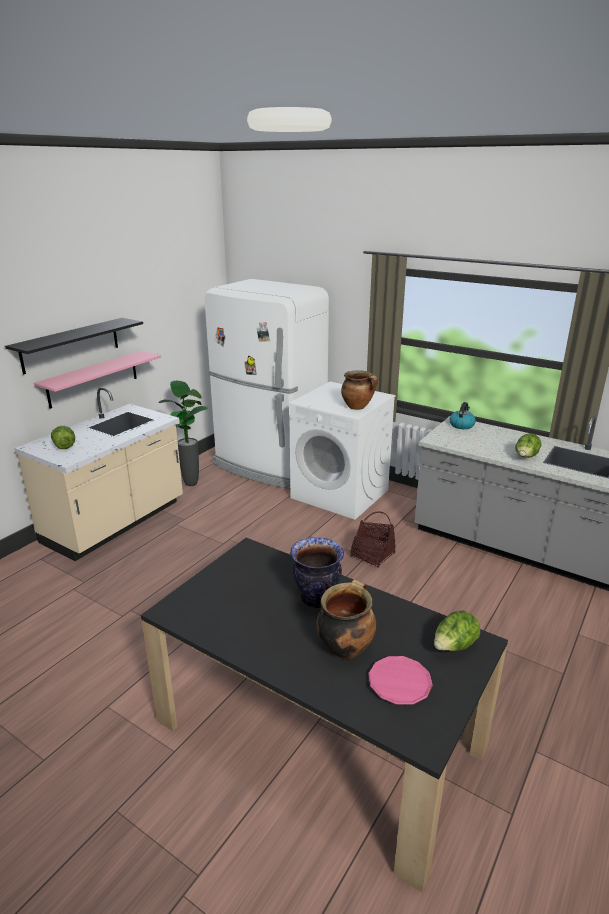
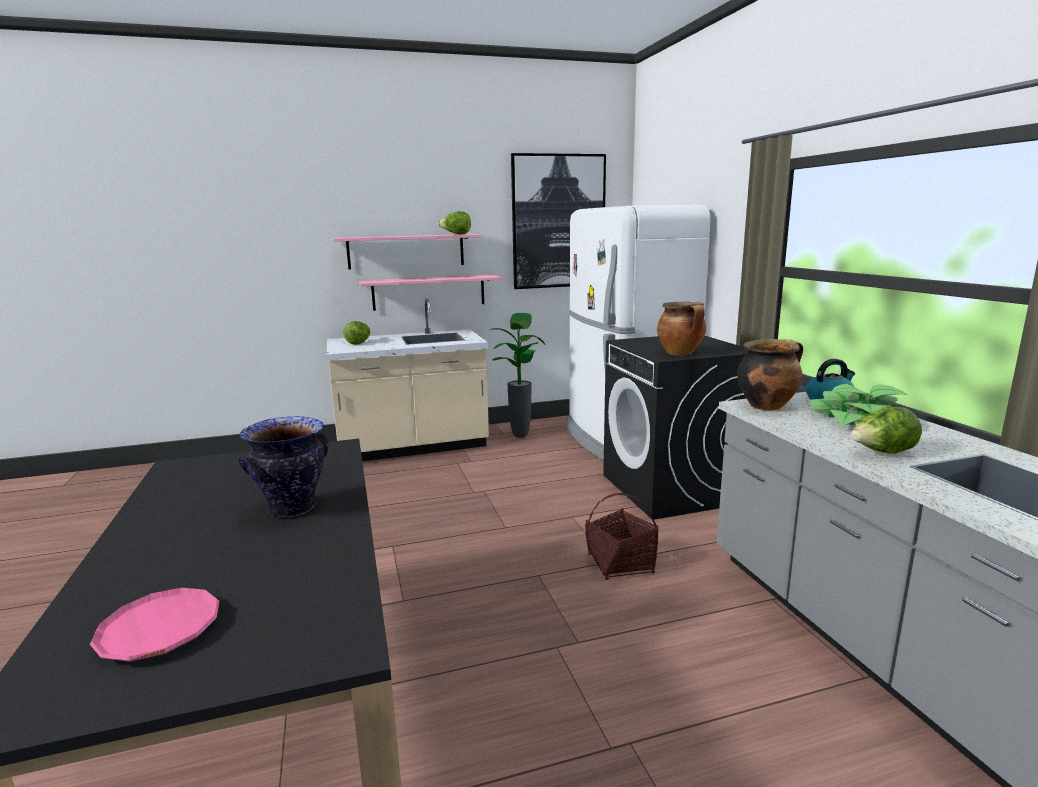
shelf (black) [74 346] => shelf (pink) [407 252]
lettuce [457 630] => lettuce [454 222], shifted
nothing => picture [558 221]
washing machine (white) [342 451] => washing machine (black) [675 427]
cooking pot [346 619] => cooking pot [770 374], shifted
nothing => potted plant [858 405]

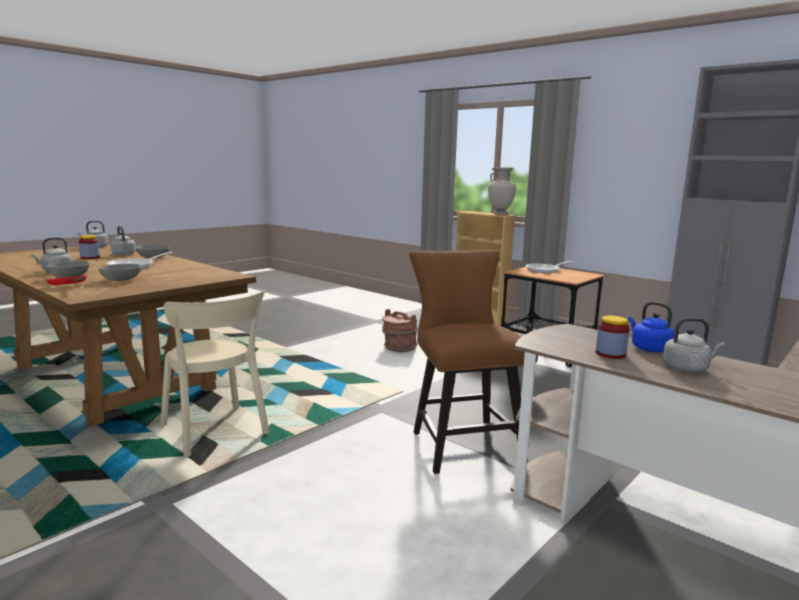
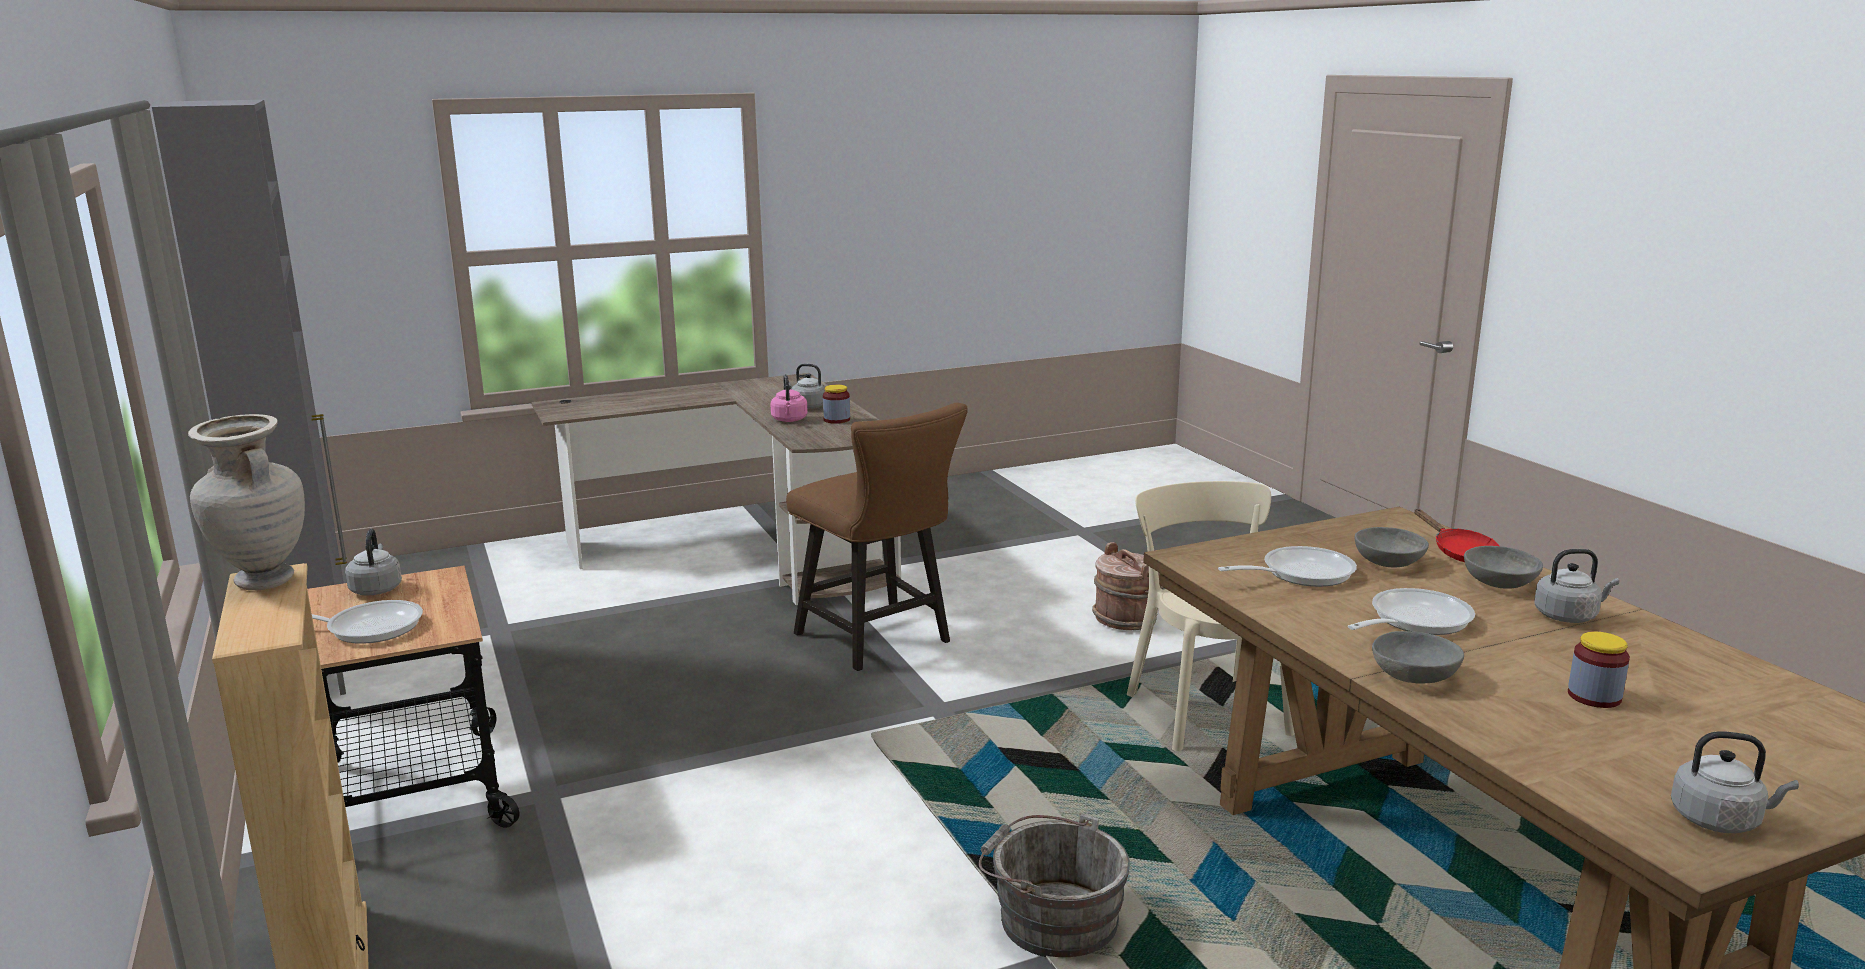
kettle (grey) [123 240] => kettle (grey) [373 562], shifted
kettle (blue) [651 327] => kettle (pink) [789 398]
chair (brown) [473 362] => chair (brown) [877 537], 45 degrees counterclockwise
nothing => bucket (grey) [1054 885]
bucket (brown) [400 330] => bucket (brown) [1128 586], shifted
nothing => frying pan [1287 566]

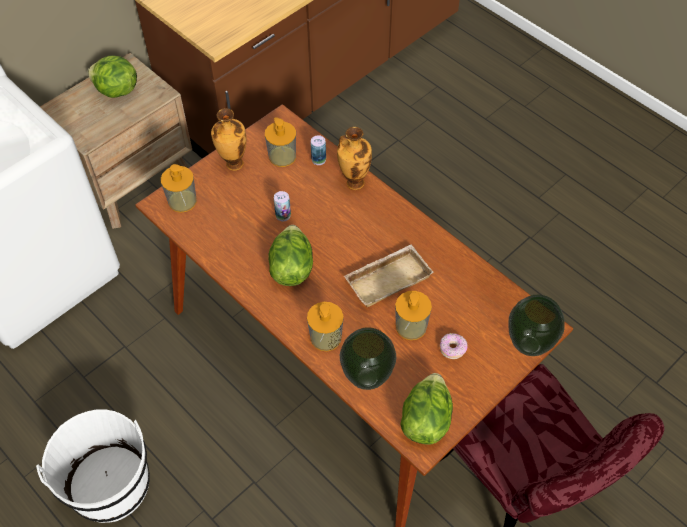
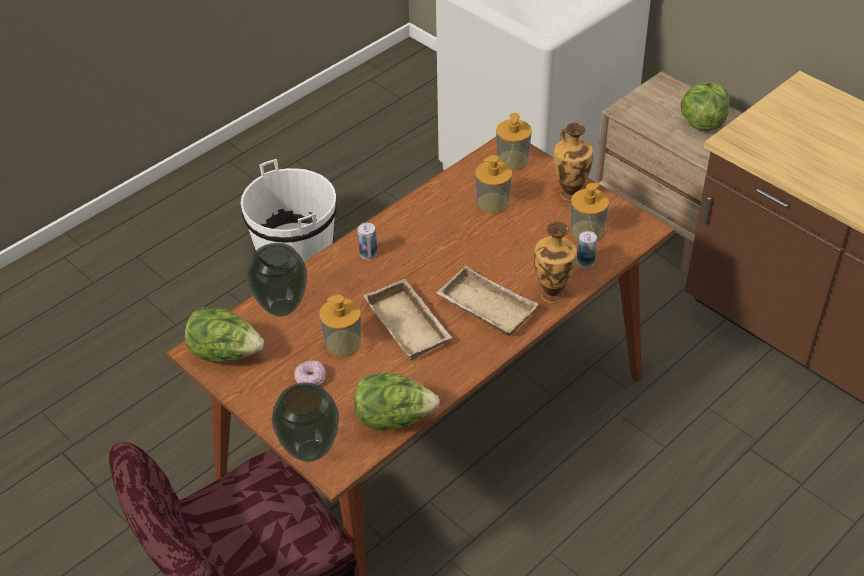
lettuce [290 255] => lettuce [397 401], shifted
can [282 206] => can [367 241], shifted
nothing => tray (beige) [487 301]
soap dispenser [325 326] => soap dispenser [493 184], shifted

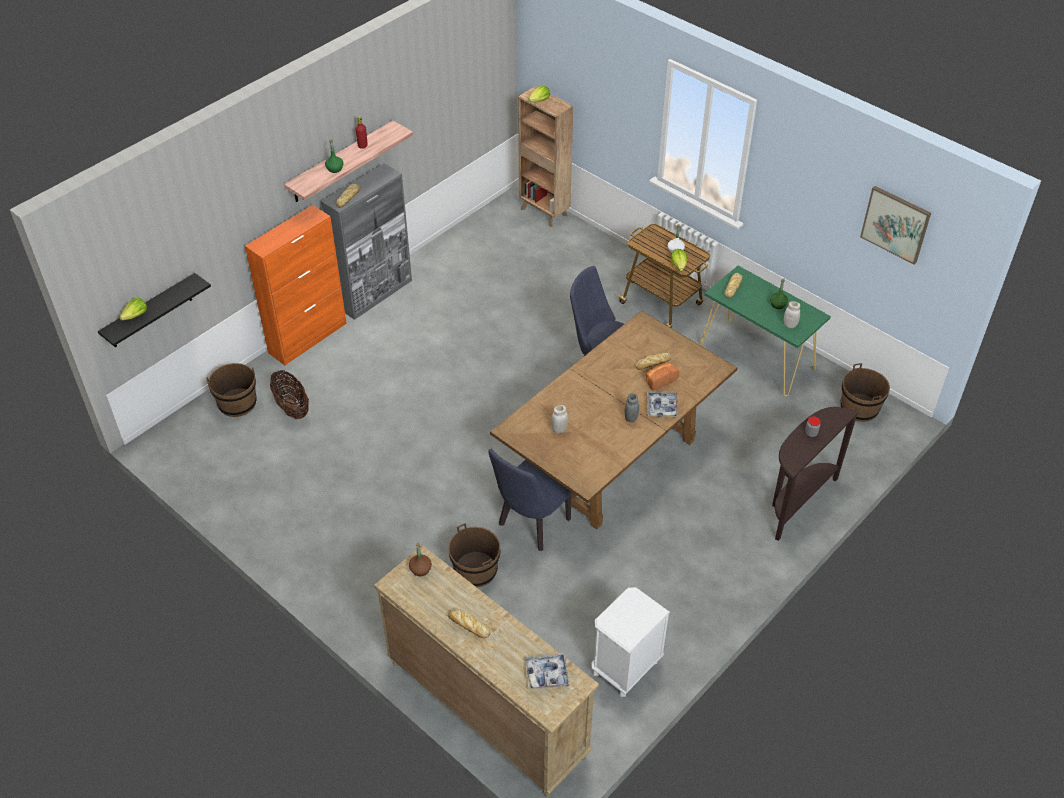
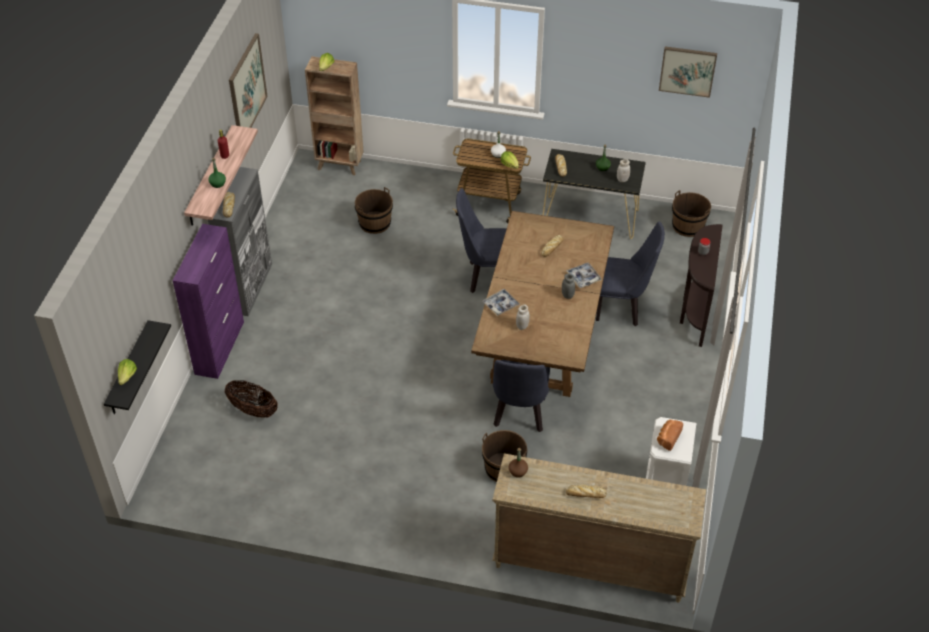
cabinet (orange) [296 285] => cabinet (purple) [208 301]
nothing => picture [248 80]
bucket (brown) [231 390] => bucket (brown) [374 210], shifted
tray [547 671] => tray [501 302], shifted
console table (green) [765 331] => console table (black) [594 194]
nothing => chair (blue) [630 273]
bread [662 376] => bread [670 435], shifted

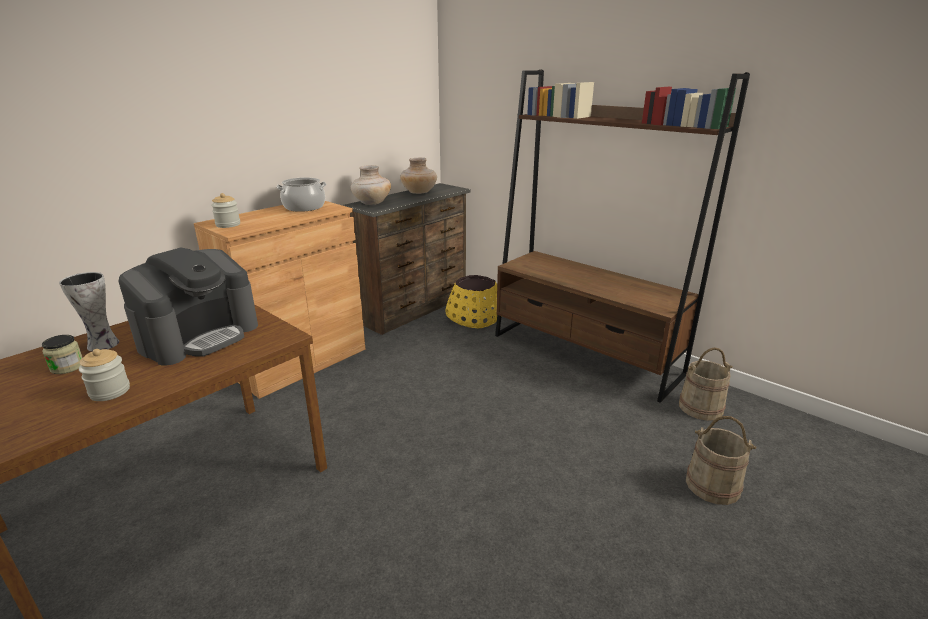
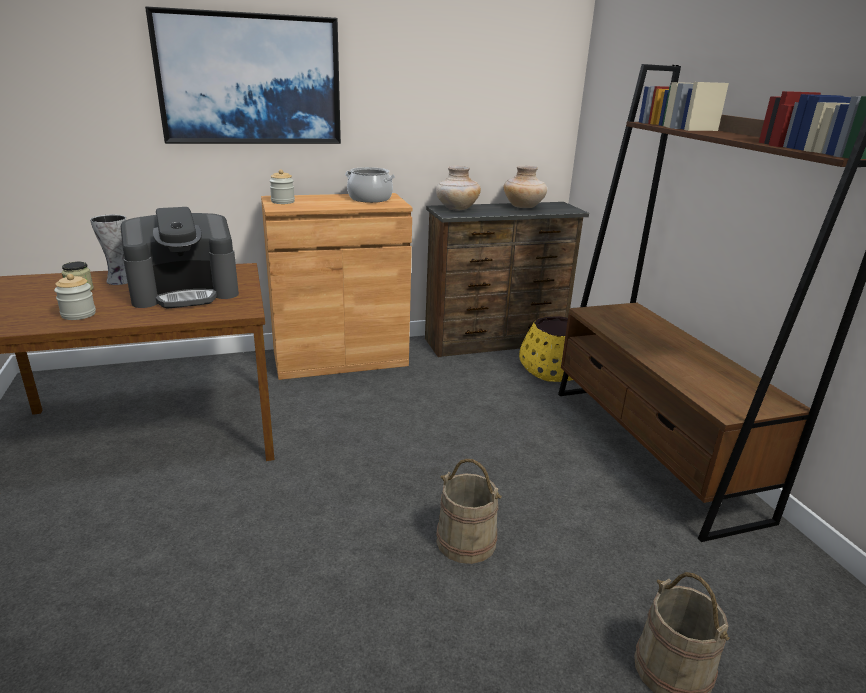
nothing => picture [243 75]
bucket (beige) [706 384] => bucket (beige) [469 511], shifted

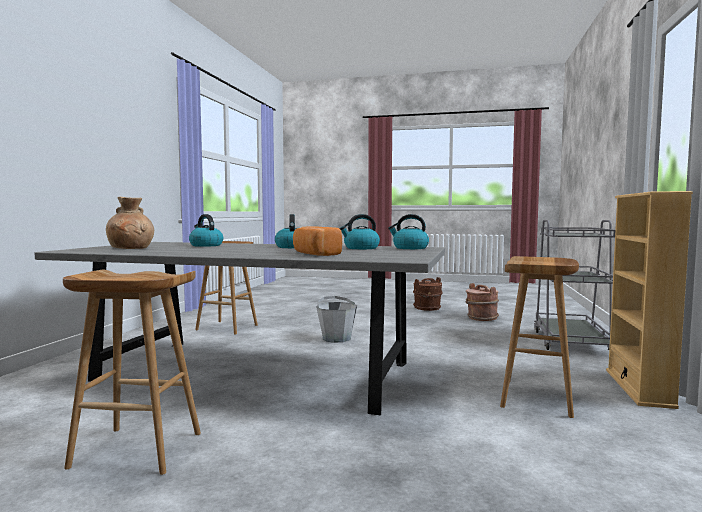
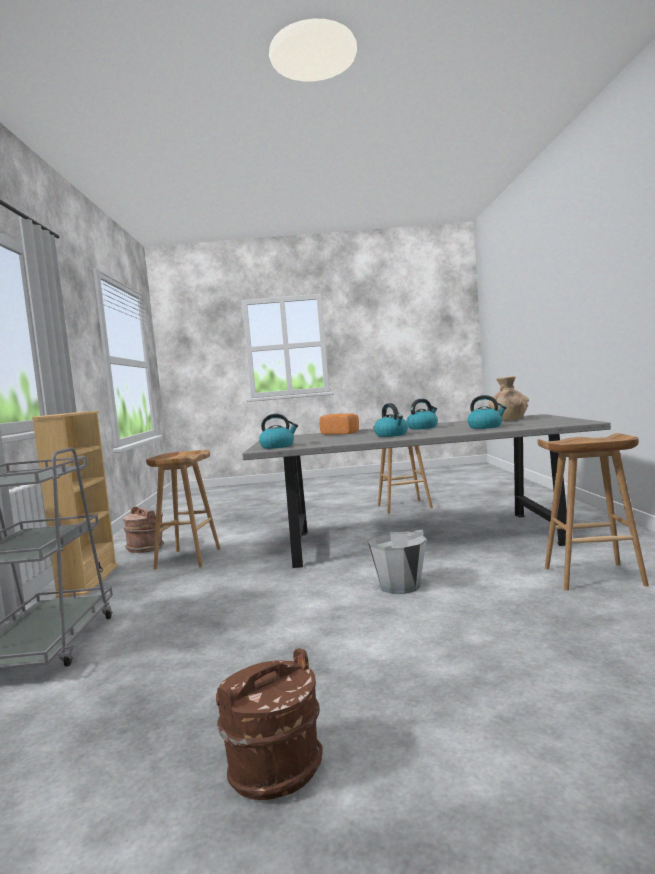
bucket (brown) [482 302] => bucket (brown) [143 530], shifted
kettle [359 231] => kettle [422 414], shifted

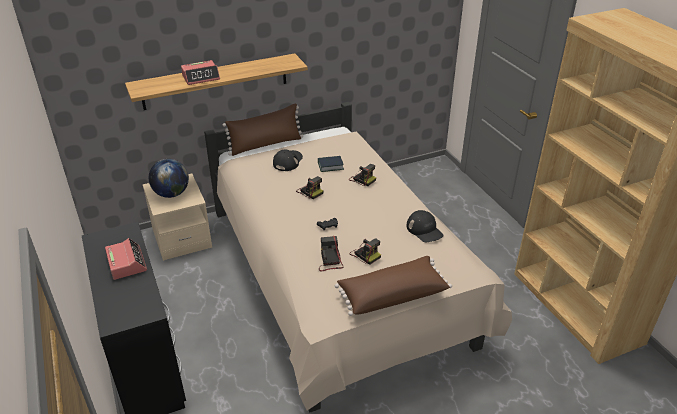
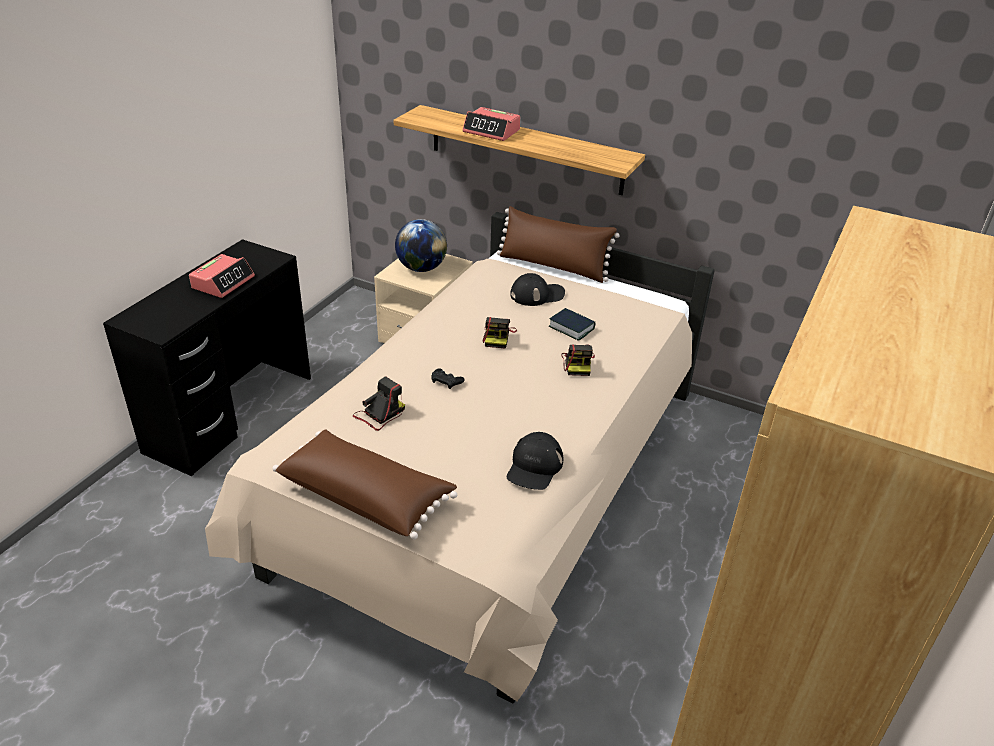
photo camera [365 251] => nothing

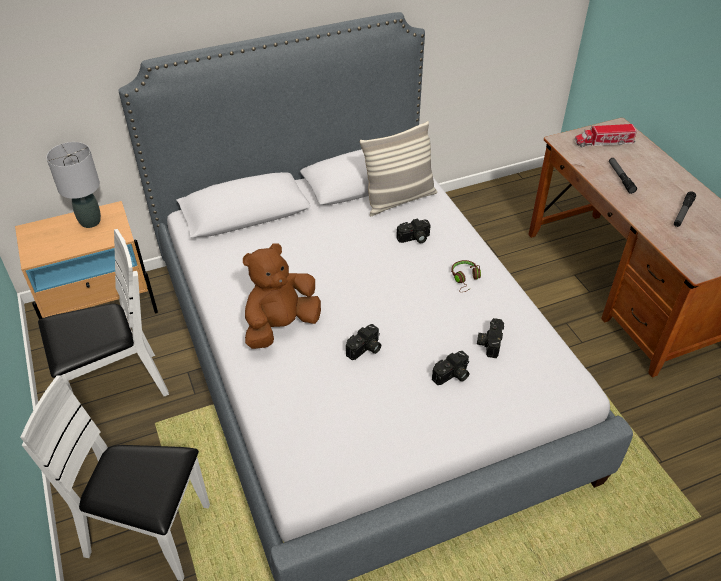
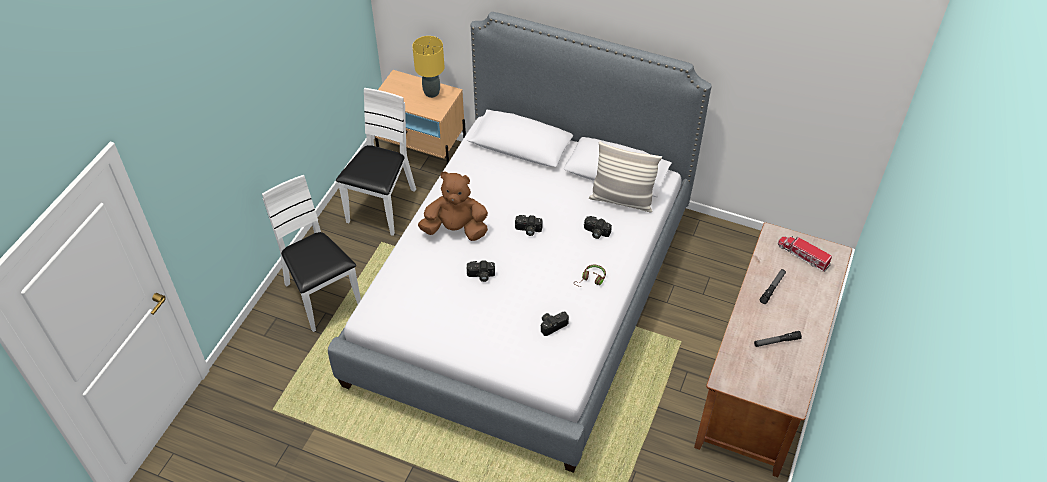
chair (white) [103 312] => chair (white) [376 162], 90 degrees counterclockwise
table lamp (grey) [73 185] => table lamp (yellow) [428 67]
photo camera [450 368] => photo camera [529 225], shifted

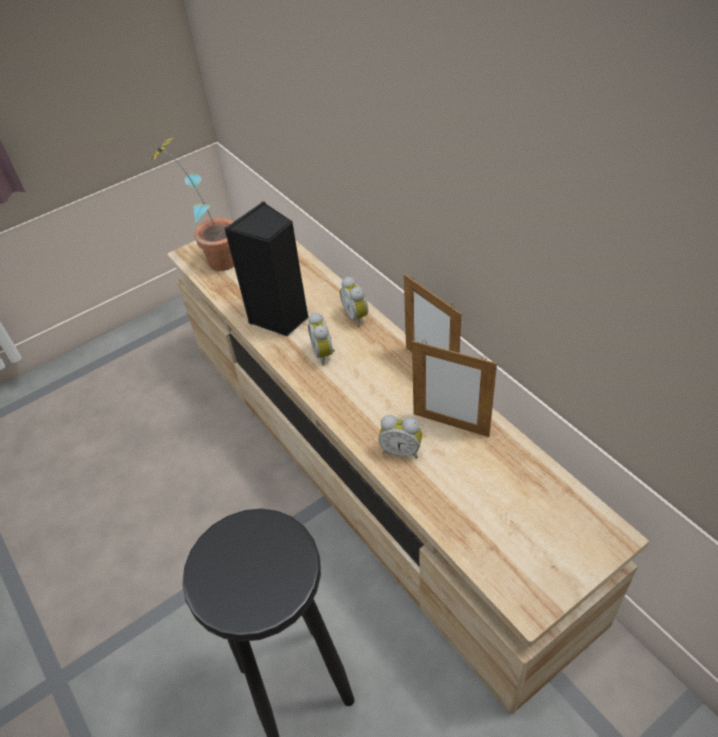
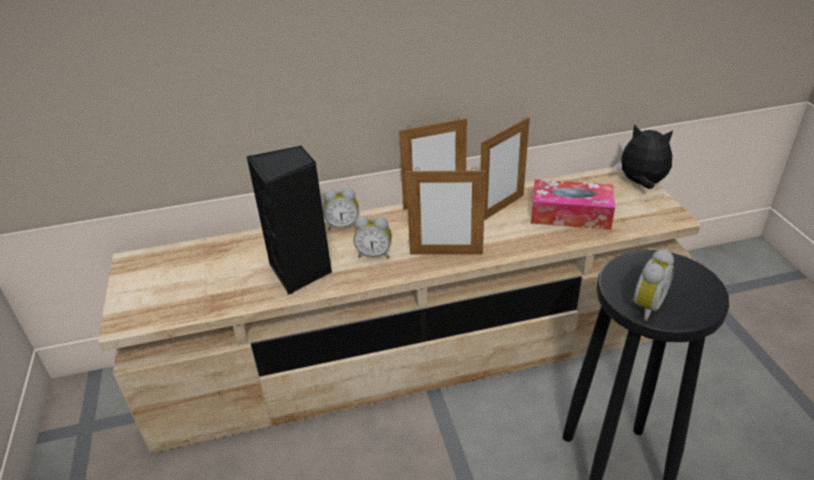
nothing => picture frame [446 211]
nothing => tissue box [573 204]
nothing => plush toy [643 156]
alarm clock [400 436] => alarm clock [652 285], shifted
potted plant [191 203] => nothing

